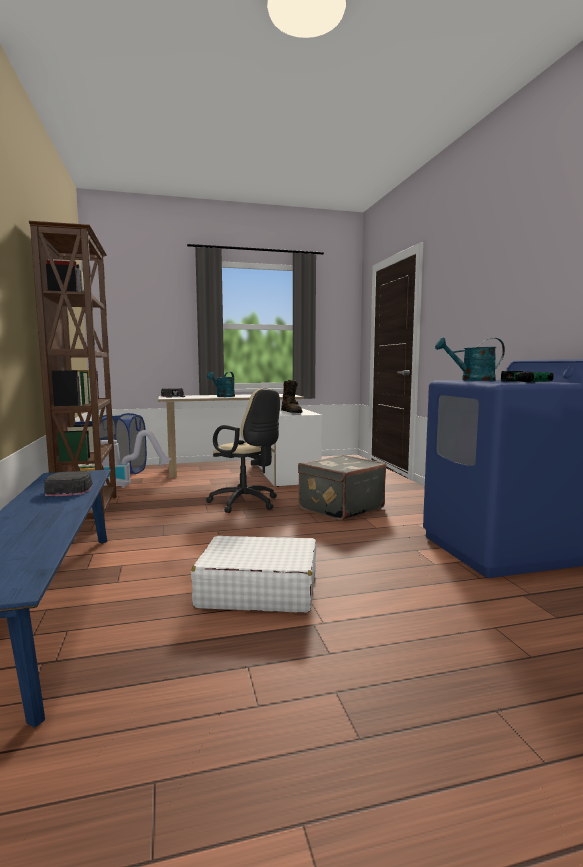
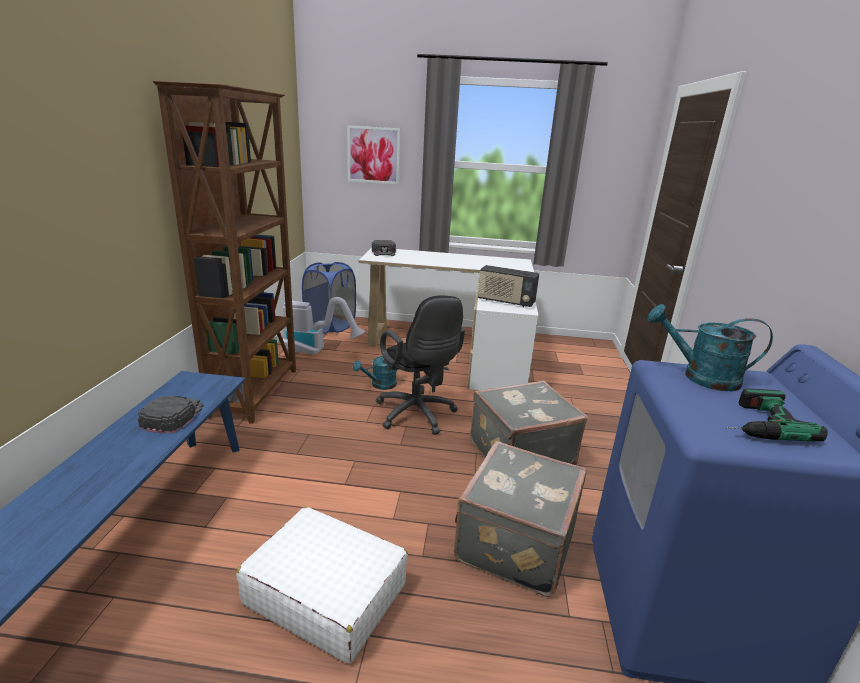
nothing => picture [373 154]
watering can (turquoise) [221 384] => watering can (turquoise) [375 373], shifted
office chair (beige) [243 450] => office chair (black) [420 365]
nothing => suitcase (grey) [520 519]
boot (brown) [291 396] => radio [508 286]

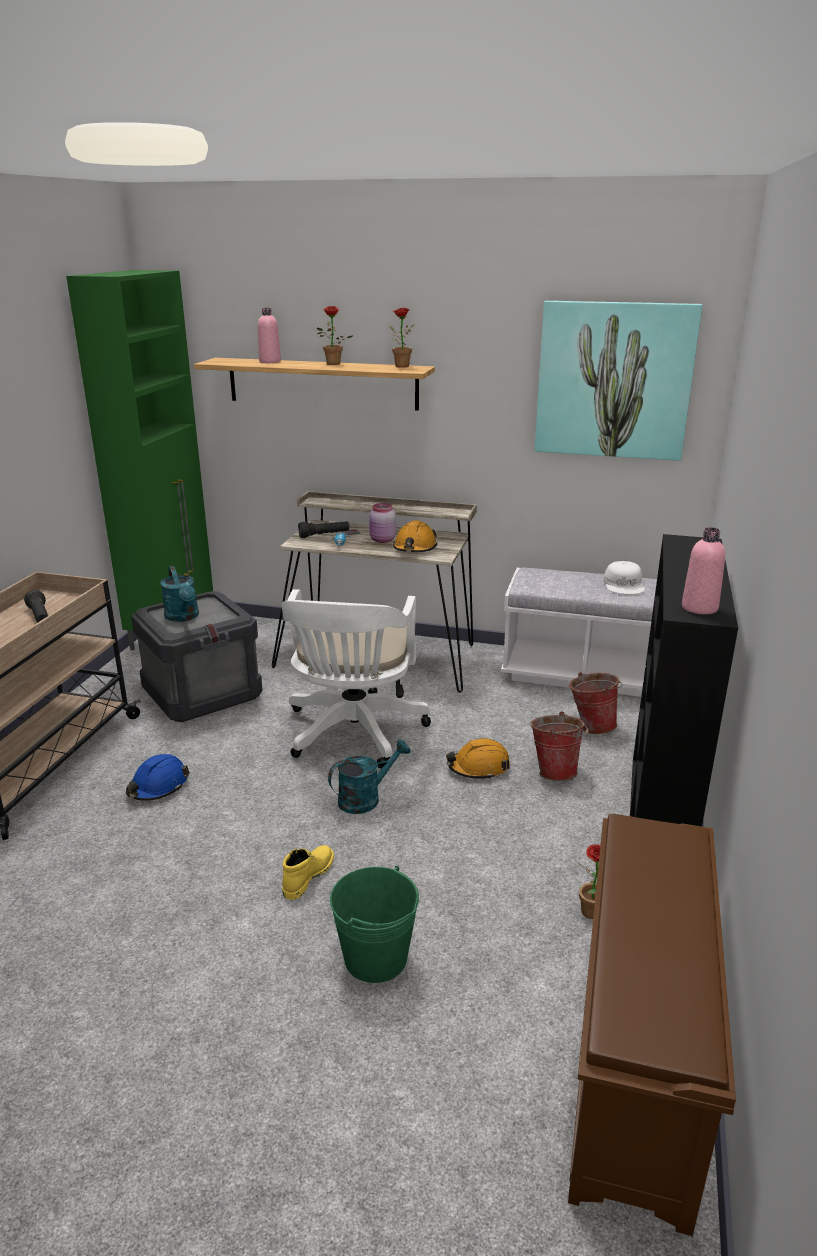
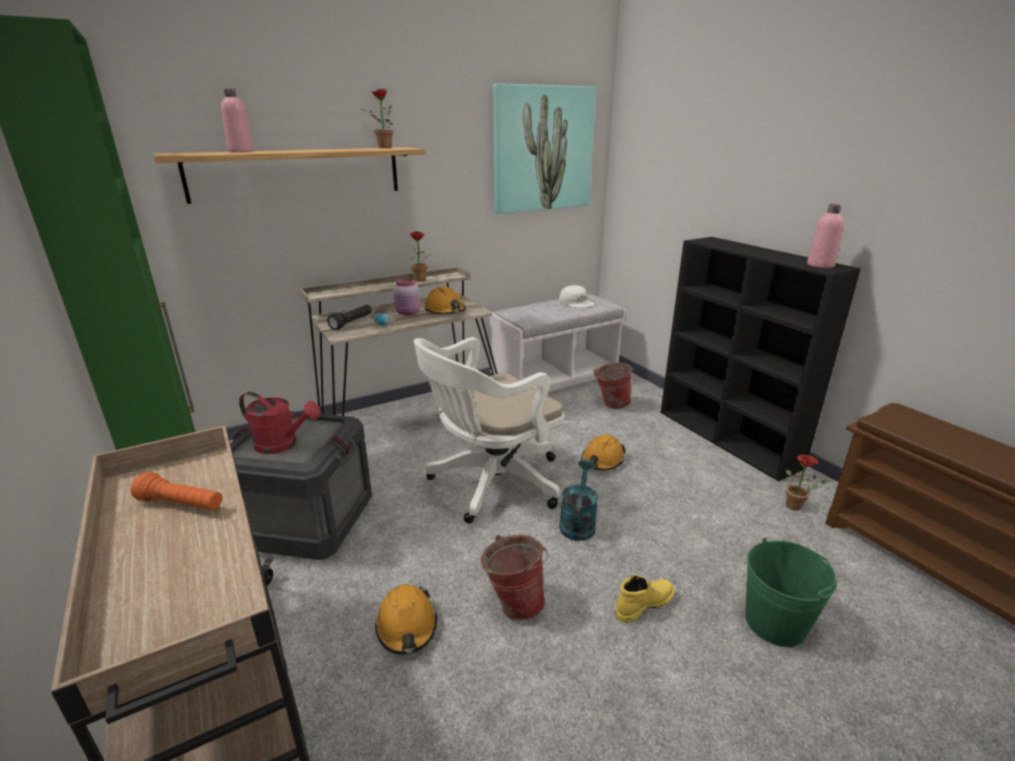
flashlight (black) [36 606] => flashlight (orange) [176 491]
watering can (turquoise) [179 594] => watering can (red) [280 423]
hard hat (blue) [158 777] => hard hat (orange) [406 619]
potted plant [335 335] => potted plant [419 256], shifted
office chair (white) [356 679] => office chair (white) [489 430], 90 degrees clockwise
bucket [559 746] => bucket [514 578], shifted
boot (yellow) [308 872] => boot (yellow) [645 599], 75 degrees clockwise

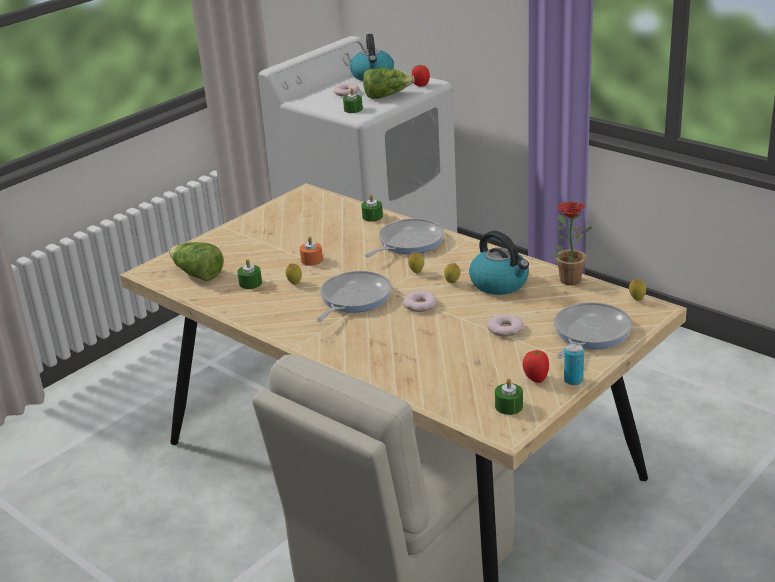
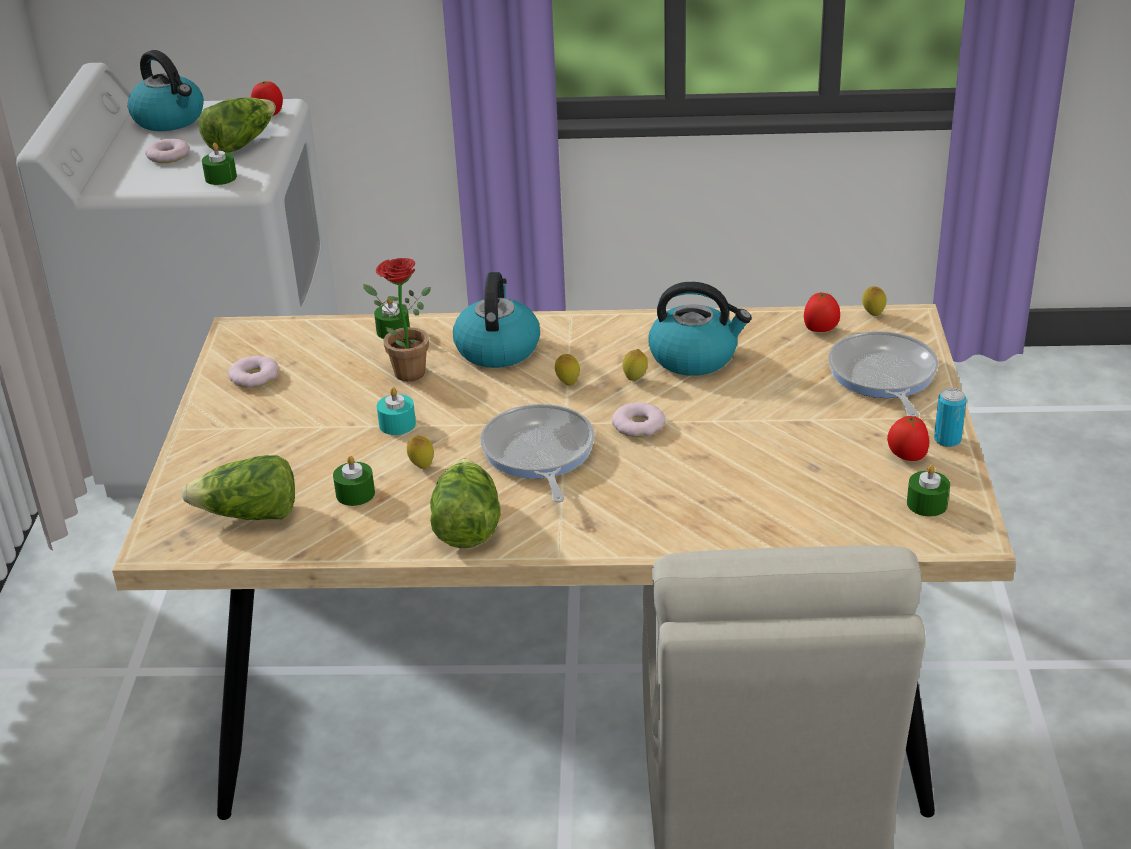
donut [505 325] => donut [253 371], shifted
potted plant [572 243] => potted plant [397 319], shifted
candle (orange) [311 251] => candle (turquoise) [396 411]
nothing => lettuce [465 503]
frying pan [404 237] => kettle [496 320]
nothing => tomato [822 312]

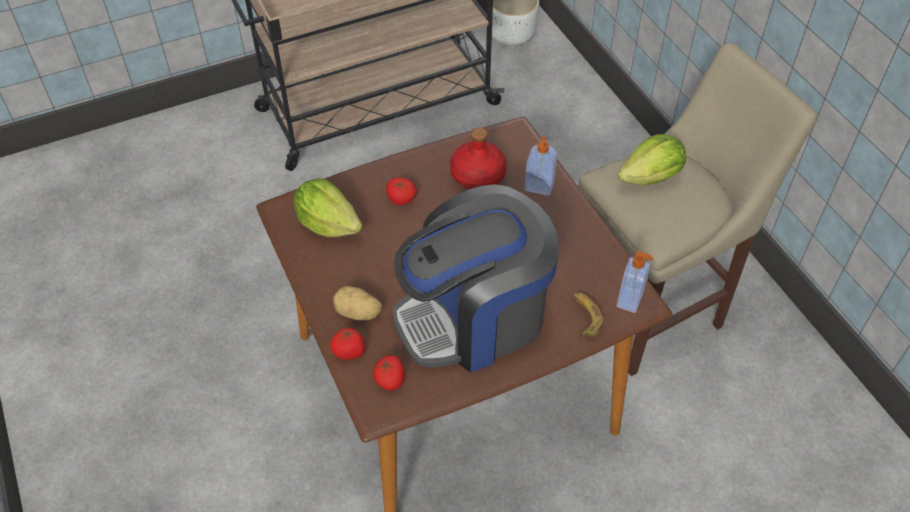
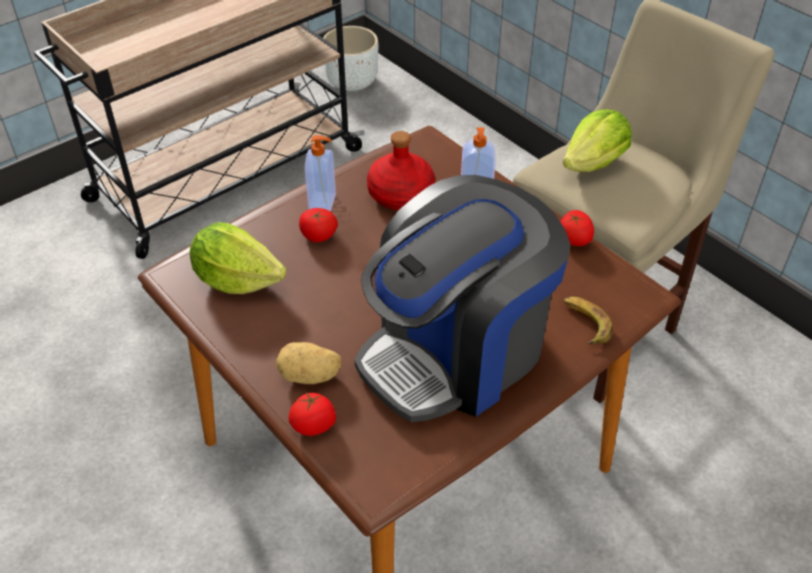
soap dispenser [635 282] => soap dispenser [320 173], shifted
tomato [389 372] => tomato [577 228], shifted

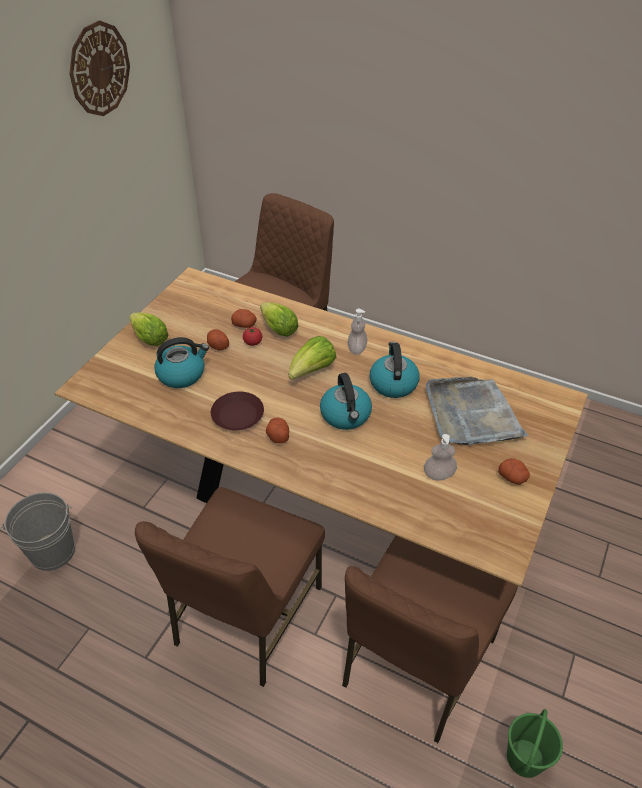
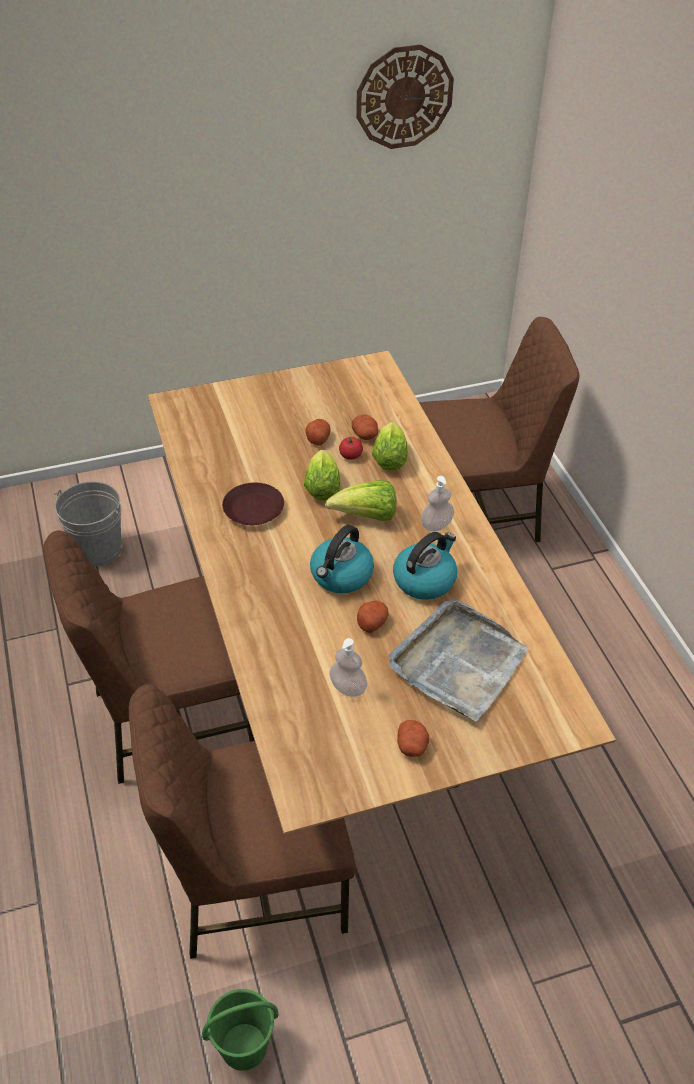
lettuce [148 329] => lettuce [322 475], shifted
potato [277 430] => potato [373 616], shifted
kettle [181 362] => nothing

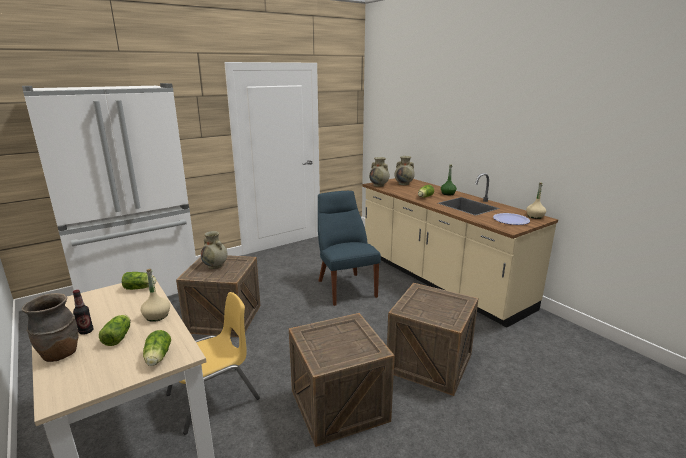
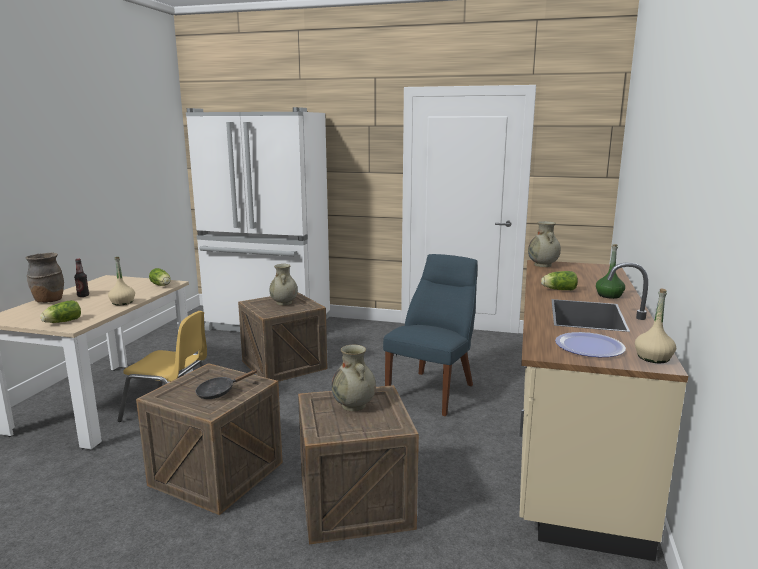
nothing => frying pan (black) [226 384]
vase (beige) [405 170] => vase (beige) [353 378], shifted
lettuce [114 330] => nothing

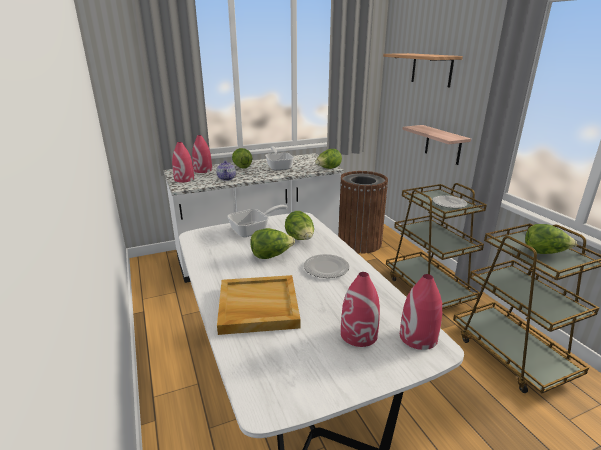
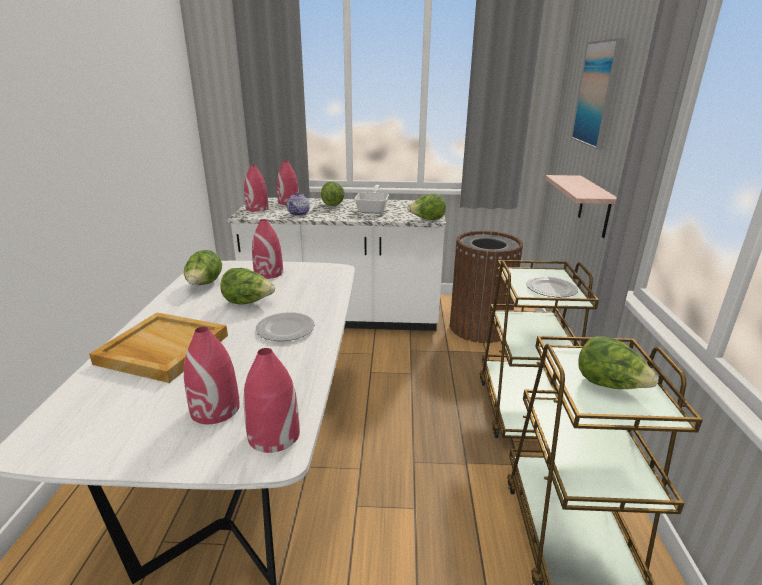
lettuce [299 225] => lettuce [203 267], shifted
frying pan [257 221] => vase (red) [267 249]
shelf [423 70] => picture [598 93]

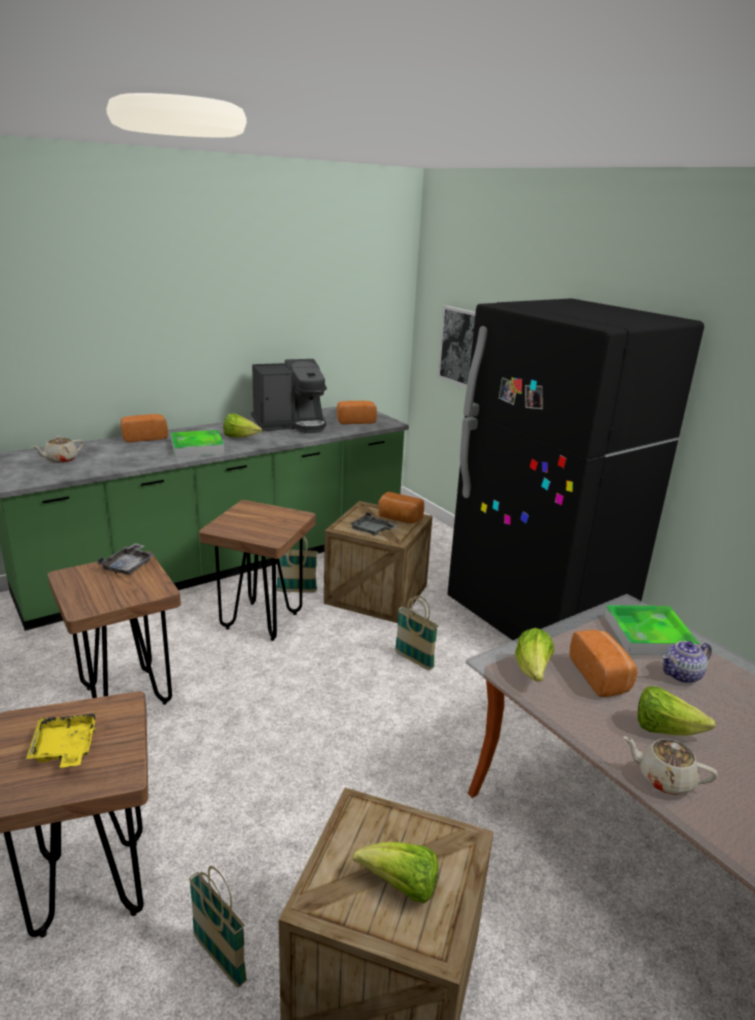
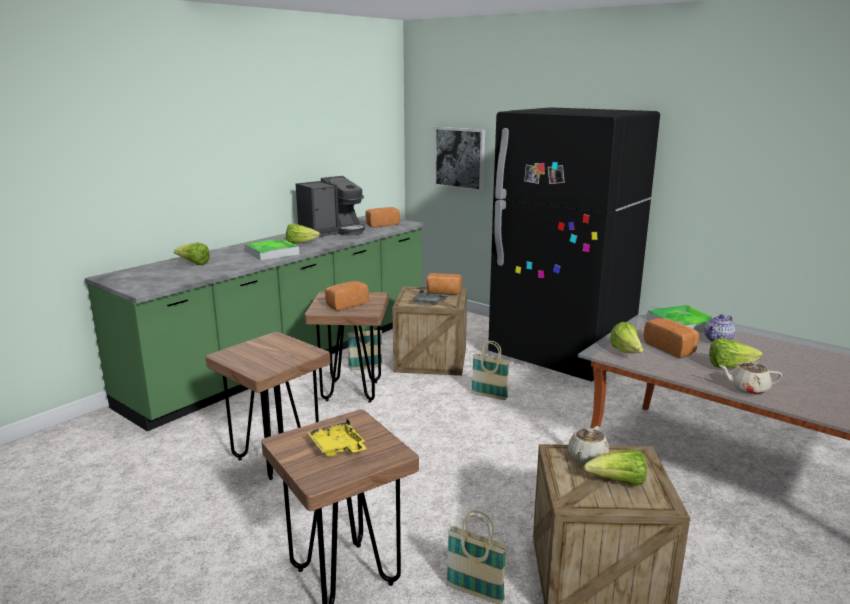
nothing => lettuce [192 253]
bread [144 428] => bread [347 296], shifted
teapot (beige) [57 449] => teapot (beige) [588 445], shifted
tray (grey) [126 559] => nothing

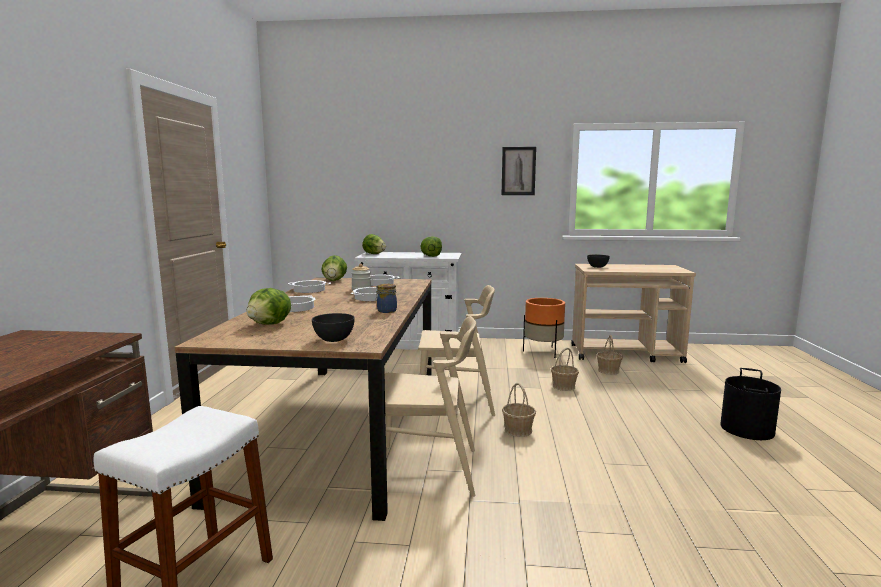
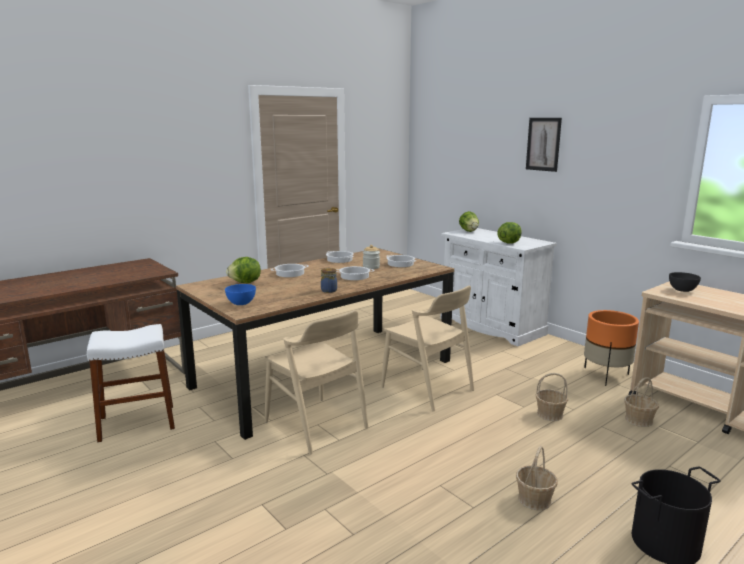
bowl (grey) [333 327] => bowl (blue) [240 294]
basket [519 410] => basket [536 478], shifted
picture [519 171] => picture [544 145], shifted
lettuce [334 268] => nothing

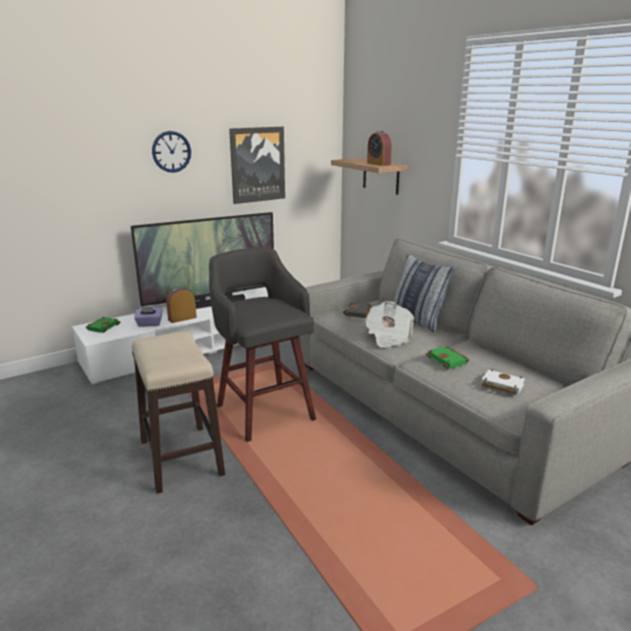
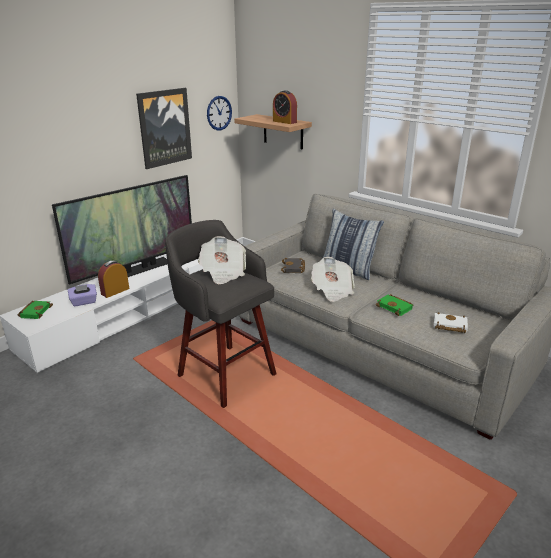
nothing => newspaper [222 260]
wall clock [171 152] => wall clock [219 113], shifted
stool [178 412] => nothing

